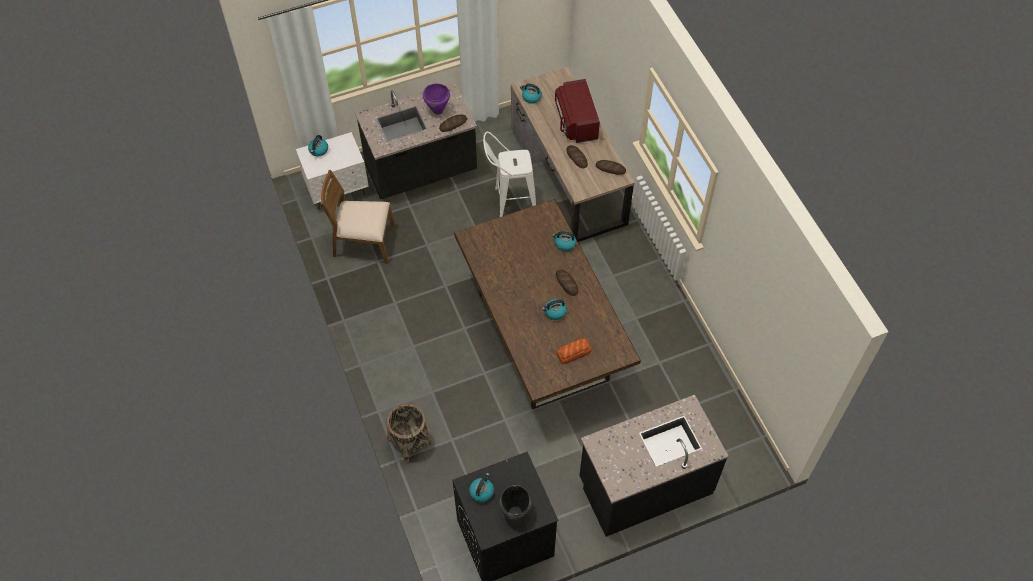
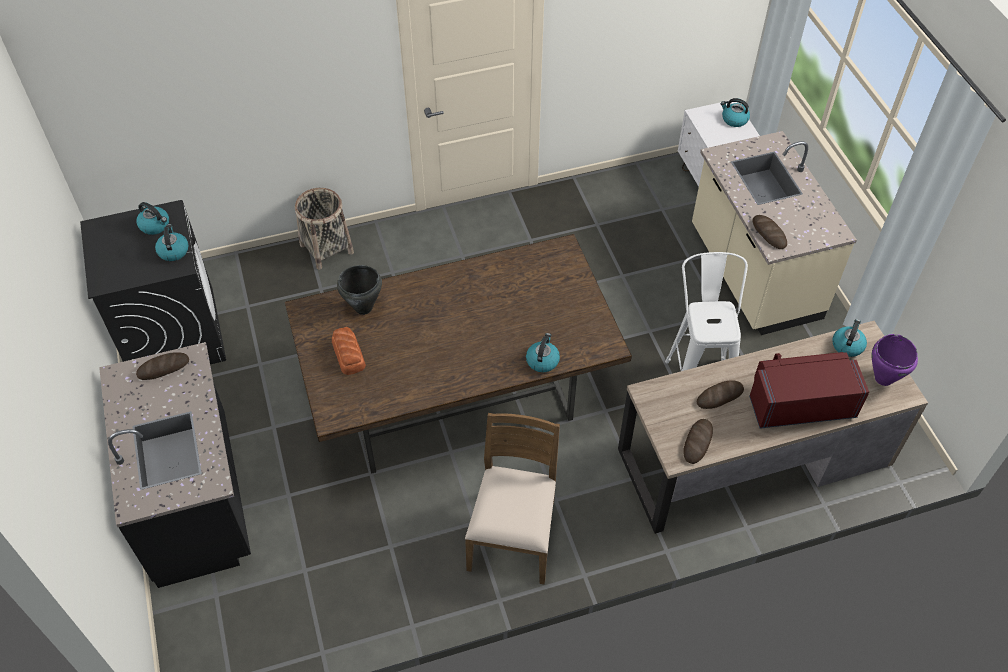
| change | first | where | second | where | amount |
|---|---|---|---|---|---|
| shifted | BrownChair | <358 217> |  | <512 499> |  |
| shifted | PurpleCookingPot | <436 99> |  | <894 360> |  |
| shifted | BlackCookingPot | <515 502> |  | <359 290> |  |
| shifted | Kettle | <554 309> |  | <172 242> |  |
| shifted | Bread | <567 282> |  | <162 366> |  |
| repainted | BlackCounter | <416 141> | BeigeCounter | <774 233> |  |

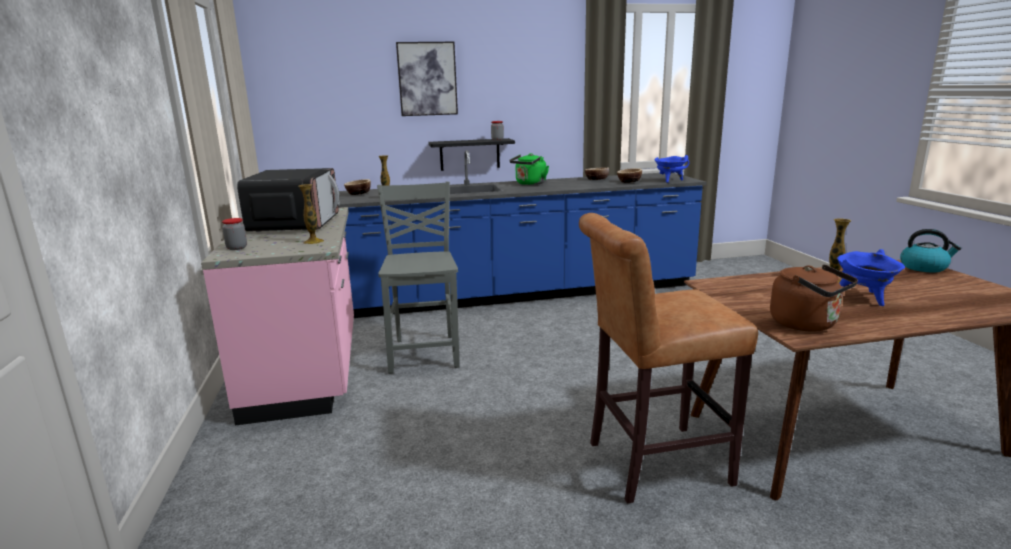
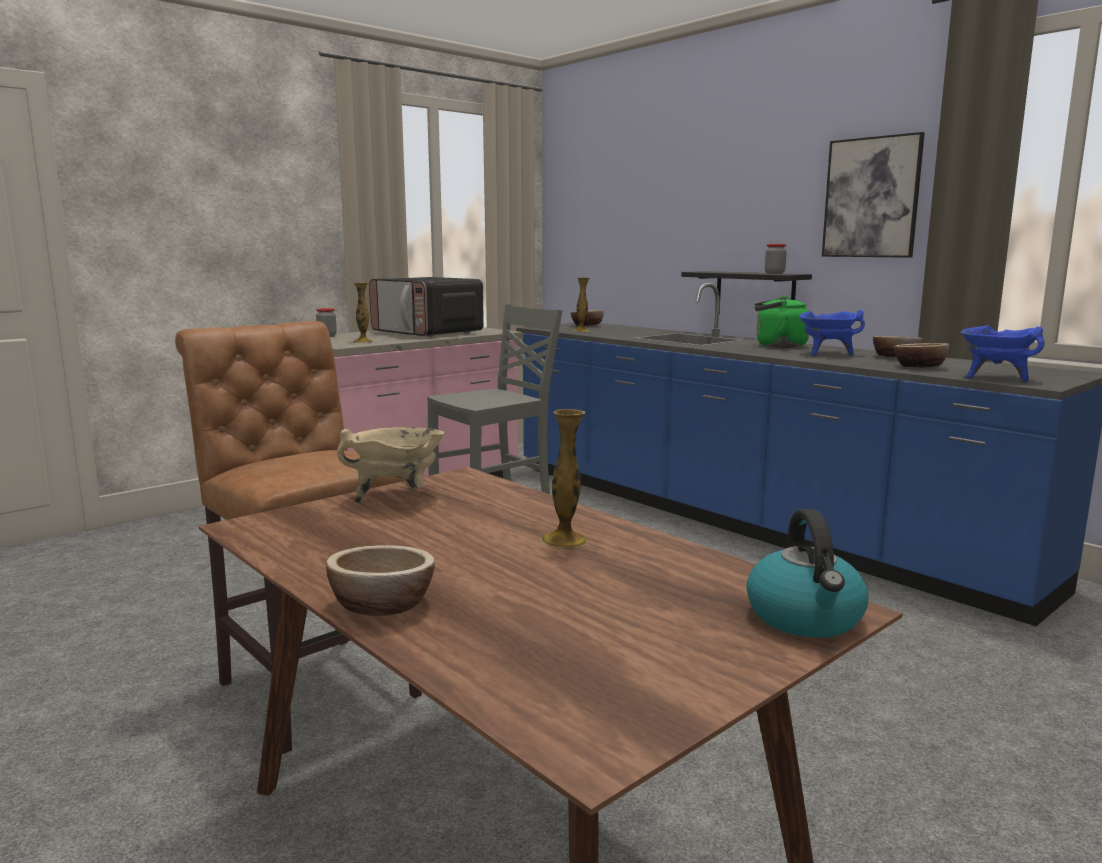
| change | first | where | second | where | amount |
|---|---|---|---|---|---|
| gone | BrownKettle | <814 298> |  |  |  |
| new |  |  | Bowl | <380 580> |  |
| new |  |  | BeigeCookingPot | <391 465> |  |
| shifted | Picture | <427 79> |  | <873 195> |  |
| shifted | BlueCookingPot | <871 277> |  | <832 333> |  |
| rotated | Microwave | <288 200> |  | <426 307> | 75 degrees clockwise |

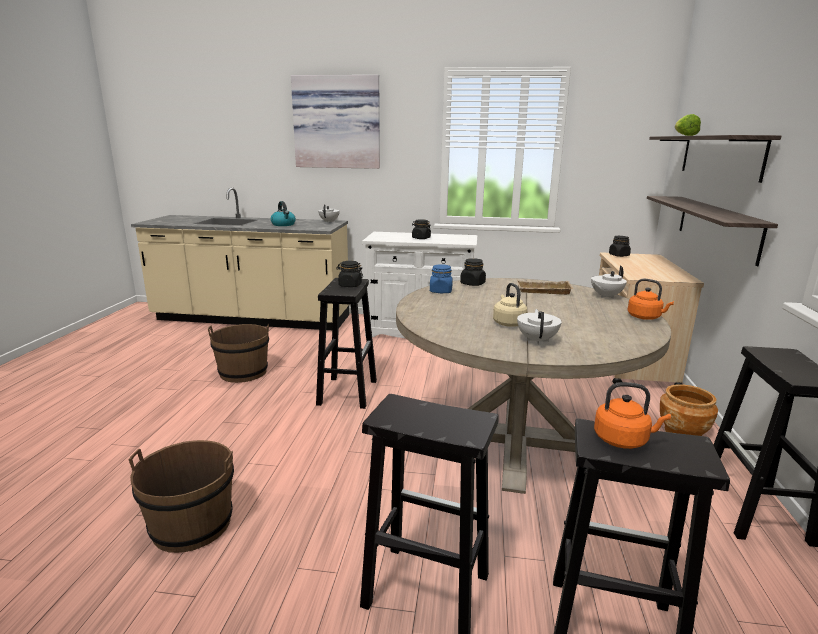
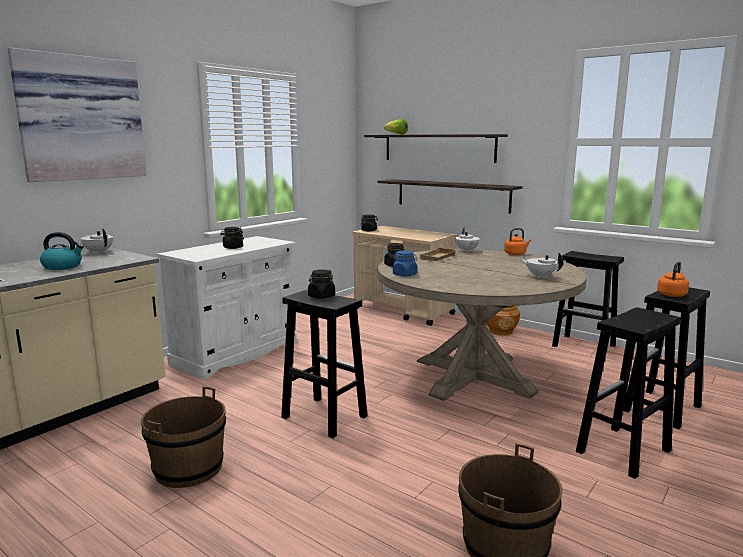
| change | first | where | second | where | amount |
|---|---|---|---|---|---|
| gone | BeigeKettle | <510 305> |  |  |  |

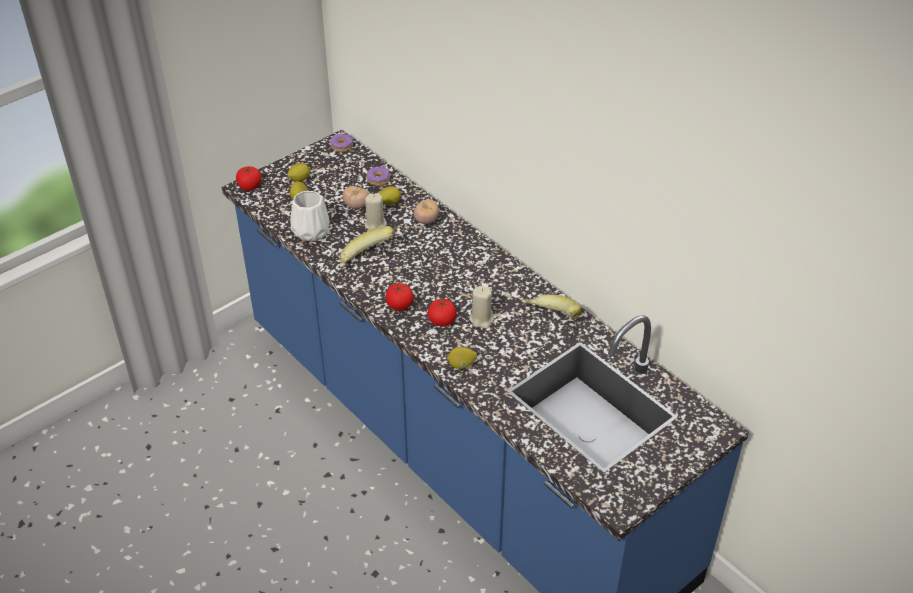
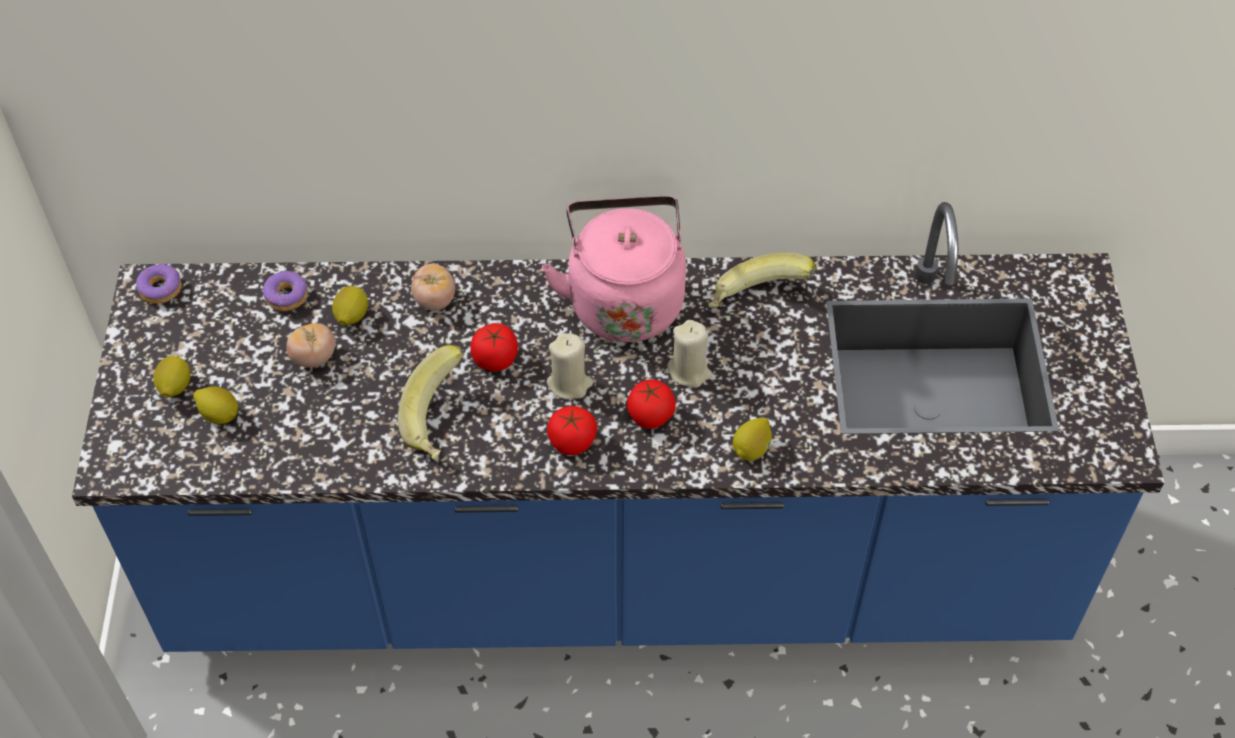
| change | first | where | second | where | amount |
|---|---|---|---|---|---|
| gone | WhiteVase | <310 216> |  |  |  |
| new |  |  | PinkKettle | <614 269> |  |
| shifted | Tomato | <249 178> |  | <494 347> |  |
| shifted | BeigeCandle | <376 211> |  | <570 366> |  |

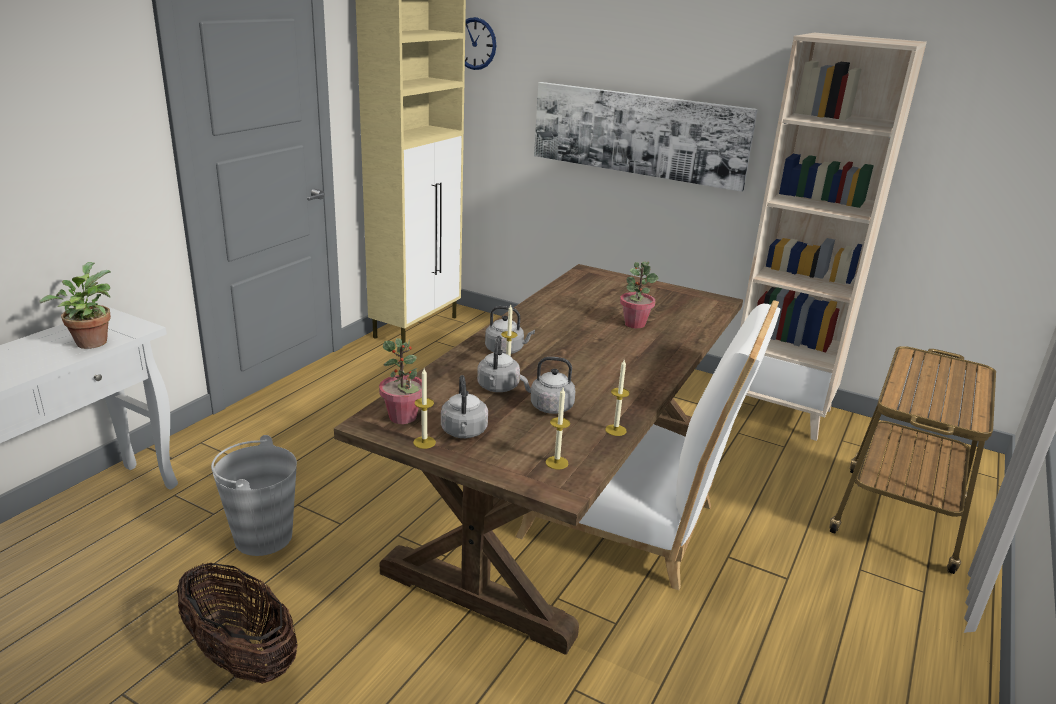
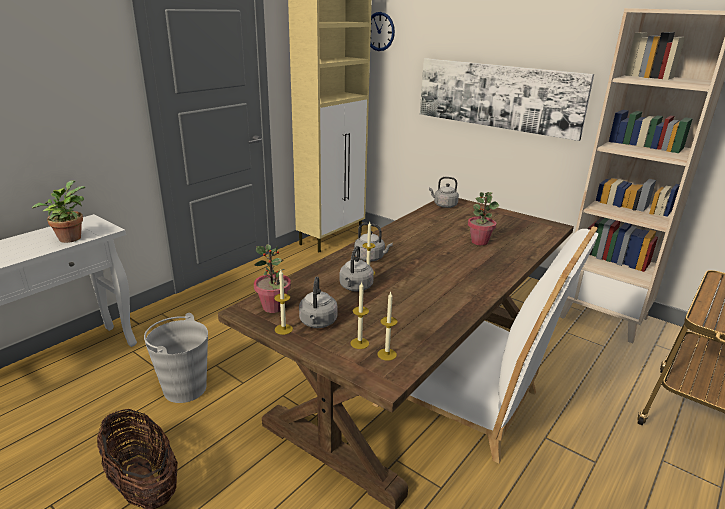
| change | first | where | second | where | amount |
|---|---|---|---|---|---|
| shifted | GreyKettle | <548 385> |  | <444 192> |  |
| shifted | Candle | <617 398> |  | <359 315> |  |

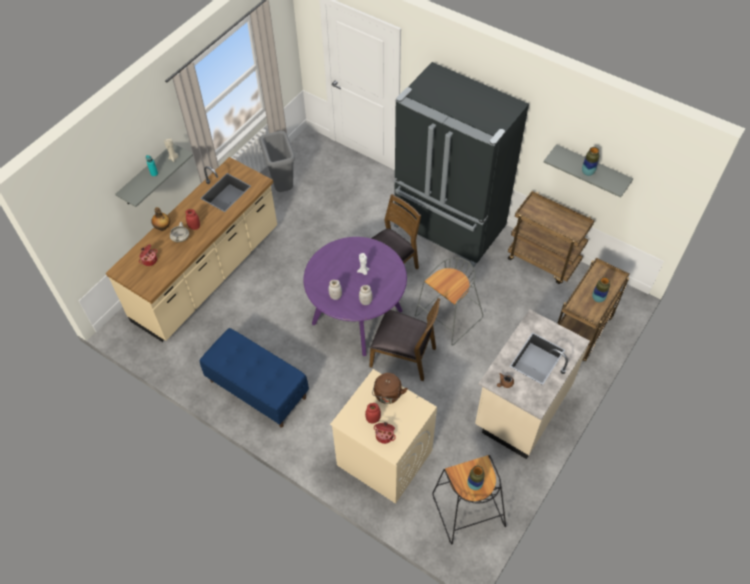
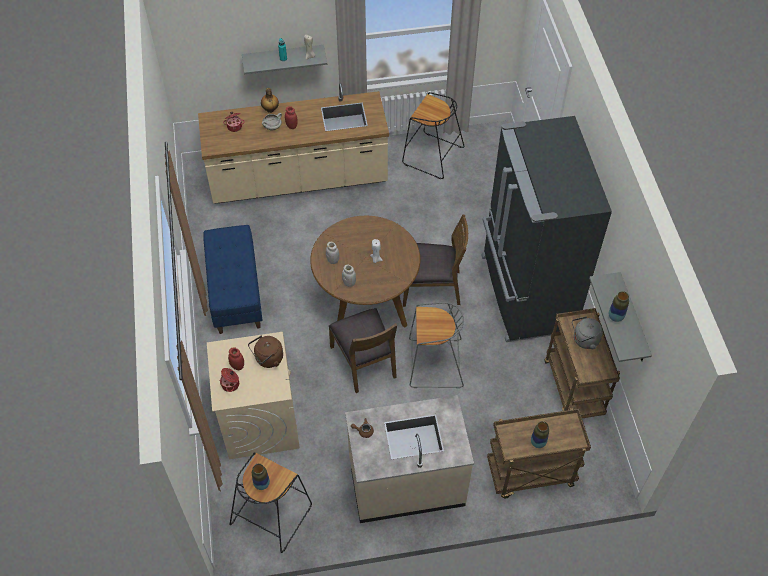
| change | first | where | second | where | amount |
|---|---|---|---|---|---|
| new |  |  | GreyKettle | <587 332> |  |
| swapped | GreyTrashCan | <277 161> | BlackStool | <433 135> |  |
| repainted | PurpleDiningTable | <355 296> | BrownDiningTable | <365 271> |  |

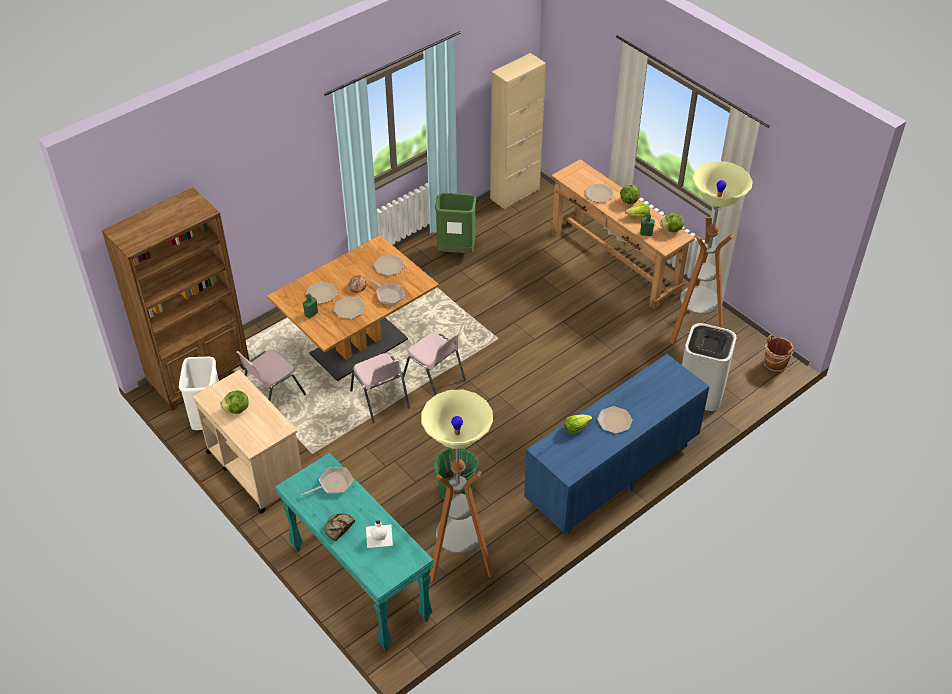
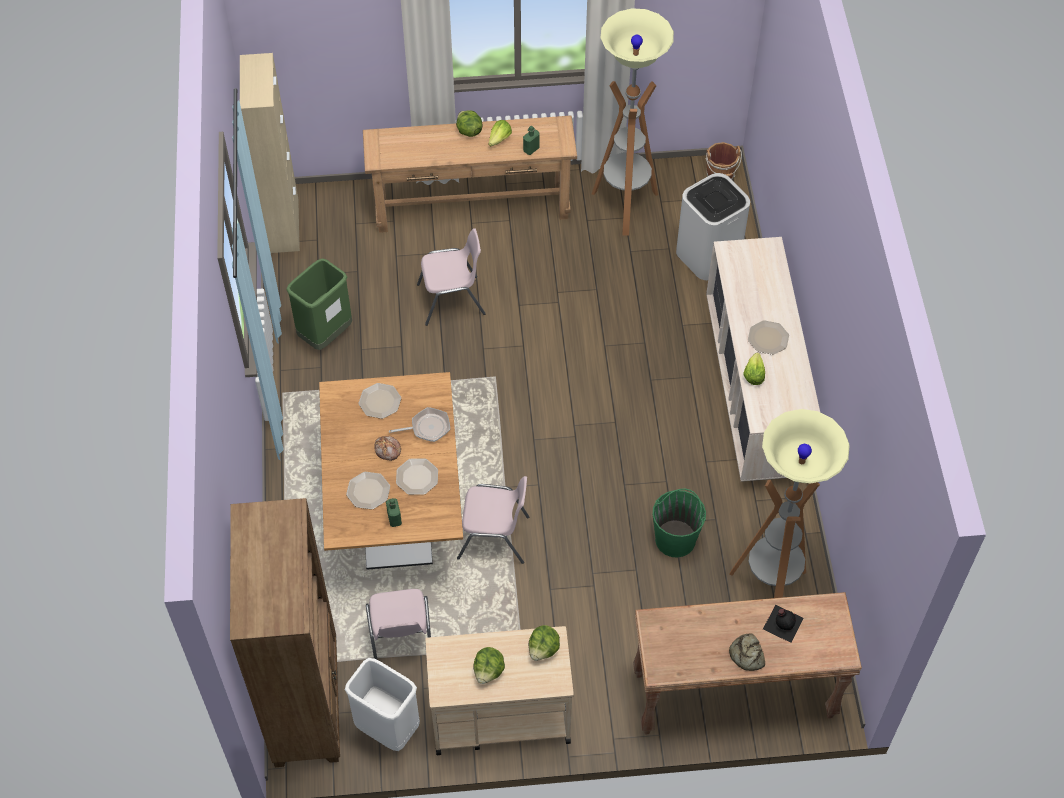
| change | first | where | second | where | amount |
|---|---|---|---|---|---|
| gone | FryingPan | <328 481> |  |  |  |
| gone | Plate | <599 193> |  |  |  |
| shifted | PinkChair | <434 363> |  | <451 277> |  |
| shifted | Lettuce | <672 222> |  | <544 643> |  |
| repainted | TurquoiseConsoleTable | <354 552> | BrownConsoleTable | <747 663> |  |
| repainted | WhiteBottle | <379 534> | BlackBottle | <783 624> |  |
| repainted | BlueDresser | <617 444> | BeigeDresser | <763 359> |  |

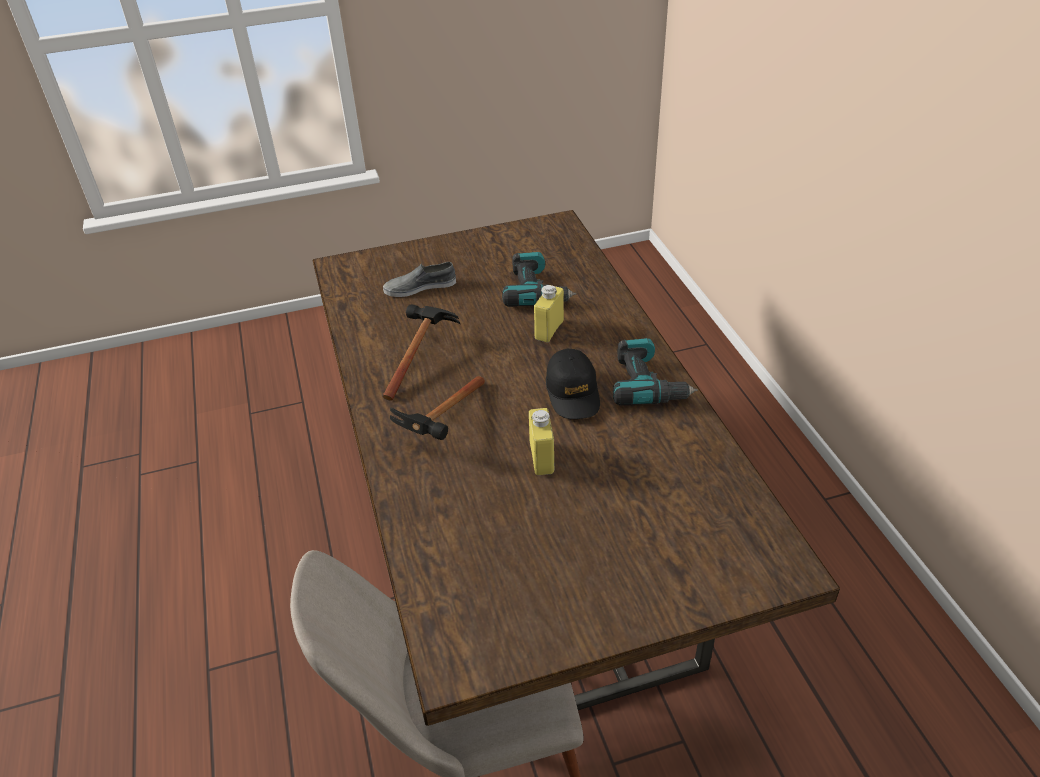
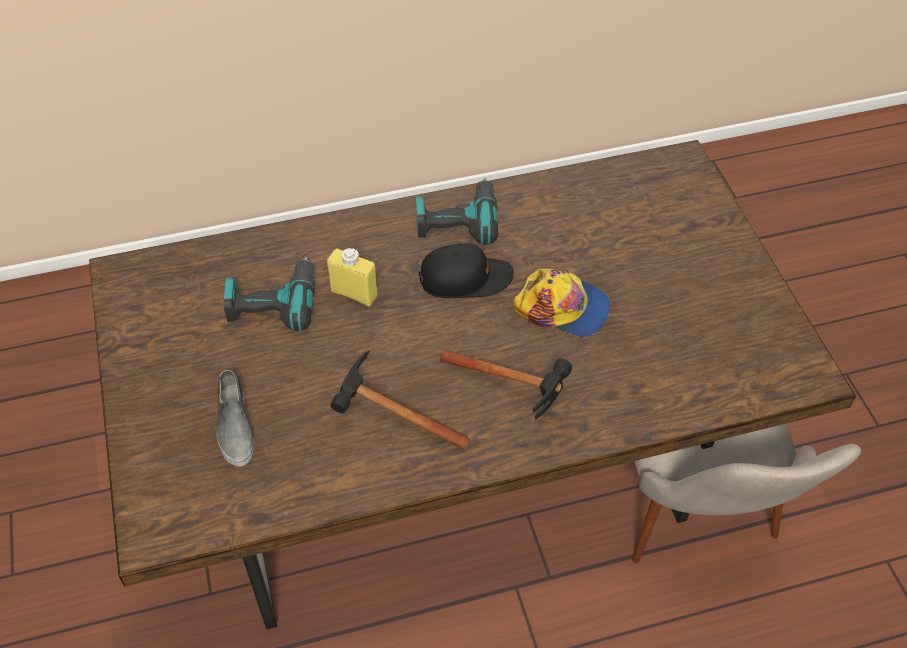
| change | first | where | second | where | amount |
|---|---|---|---|---|---|
| swapped | YellowBottle | <541 441> | Cap | <562 303> |  |

